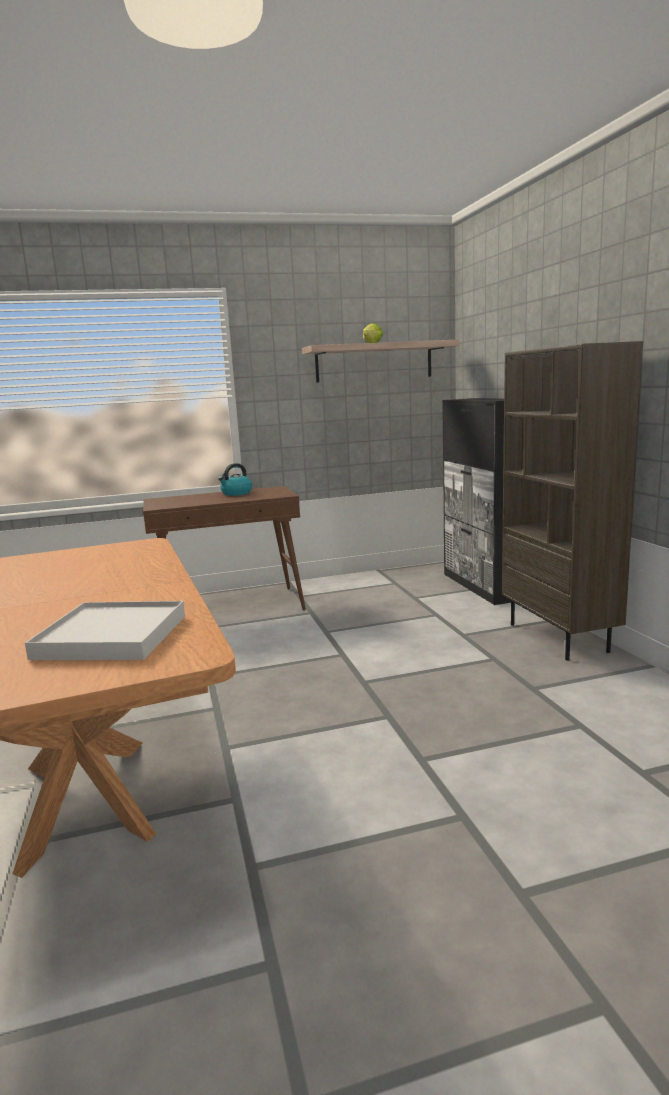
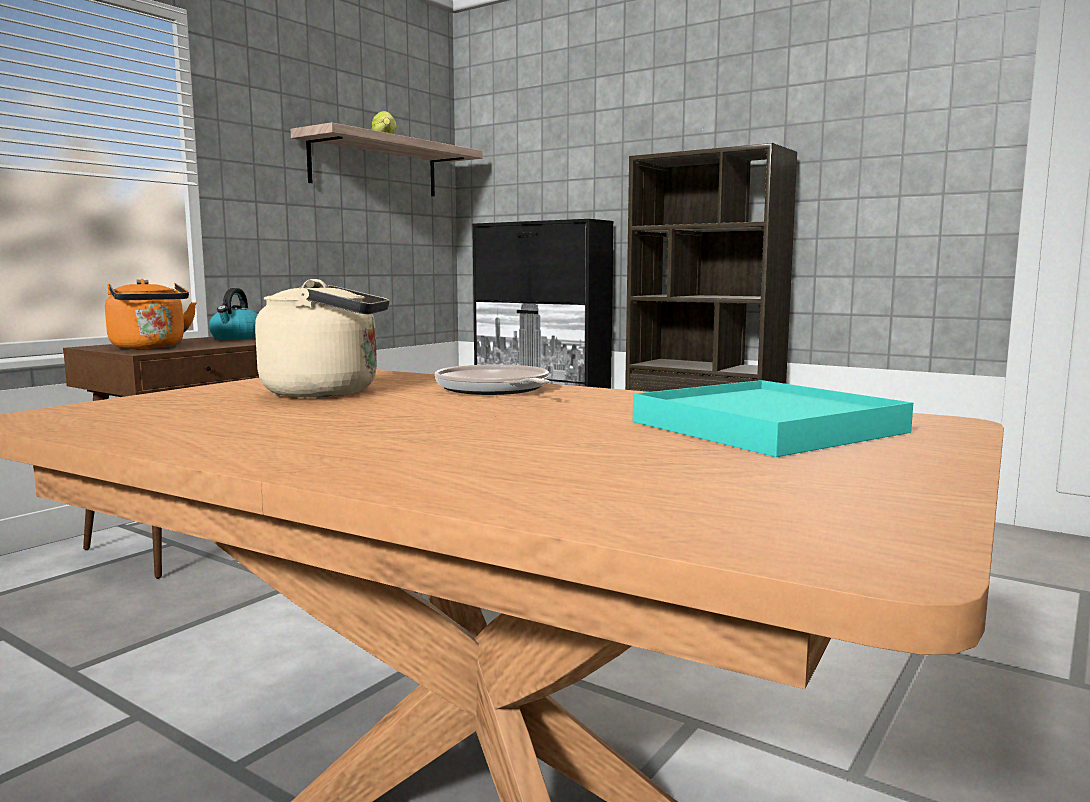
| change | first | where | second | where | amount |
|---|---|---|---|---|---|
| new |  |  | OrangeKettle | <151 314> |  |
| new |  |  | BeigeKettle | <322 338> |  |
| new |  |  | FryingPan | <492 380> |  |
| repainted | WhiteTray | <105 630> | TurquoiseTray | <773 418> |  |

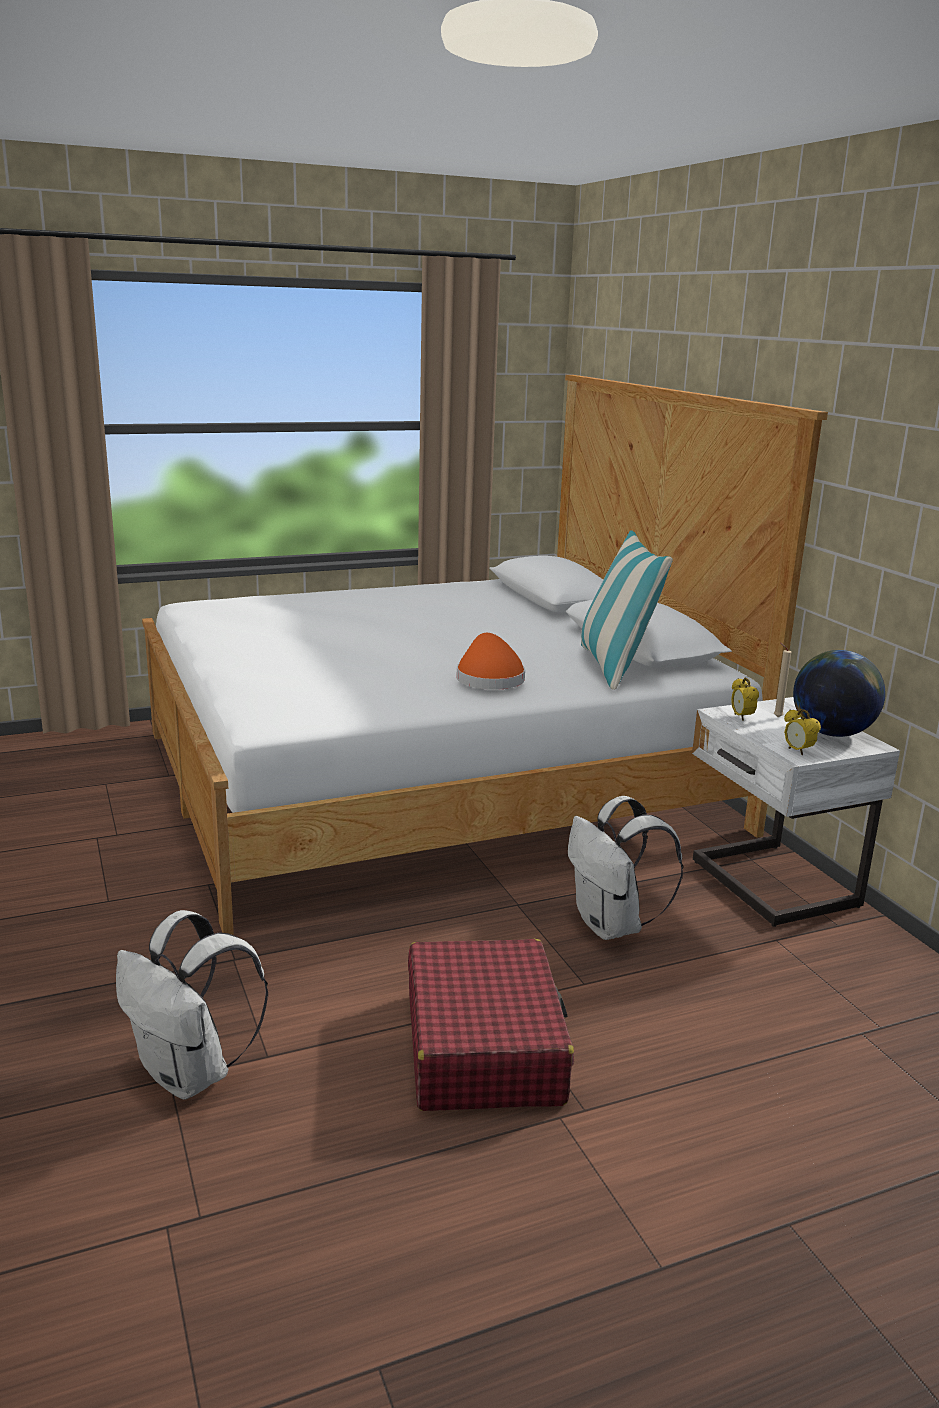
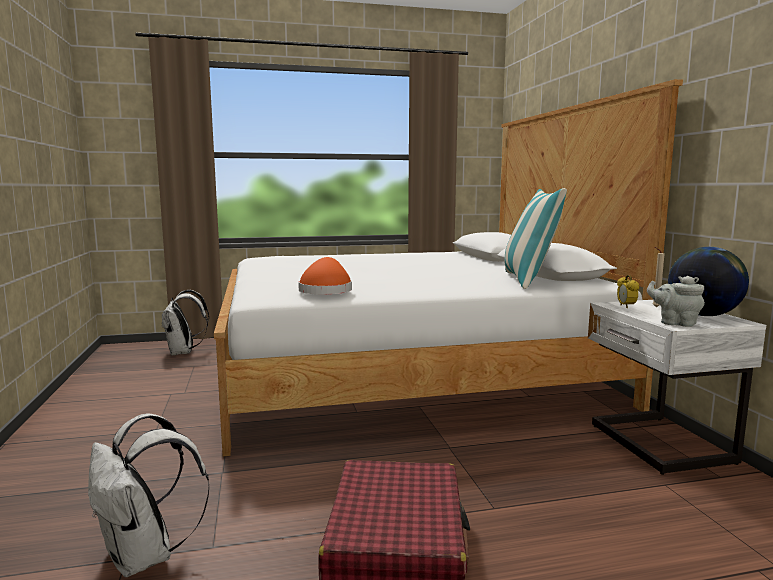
| change | first | where | second | where | amount |
|---|---|---|---|---|---|
| shifted | OrangeHat | <491 661> |  | <325 275> |  |
| shifted | WhiteBackpack | <626 868> |  | <185 322> |  |
| swapped | AlarmClock | <802 732> | GreyTeapot | <676 301> |  |

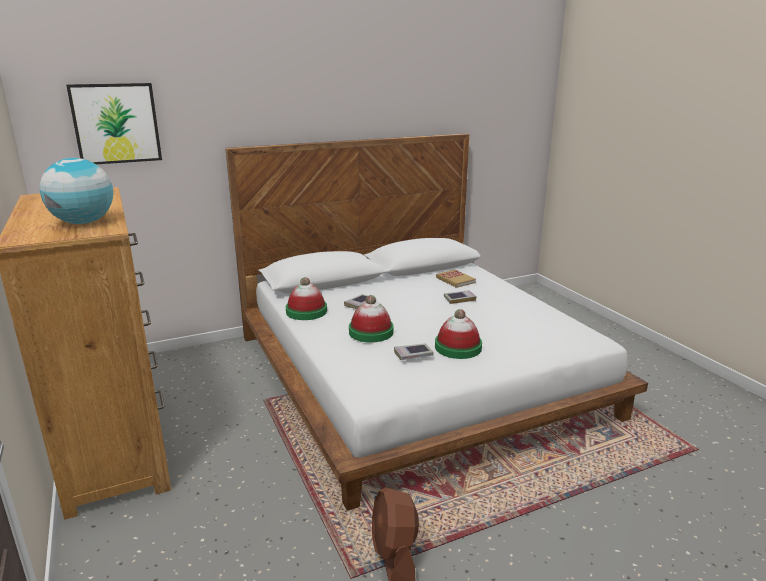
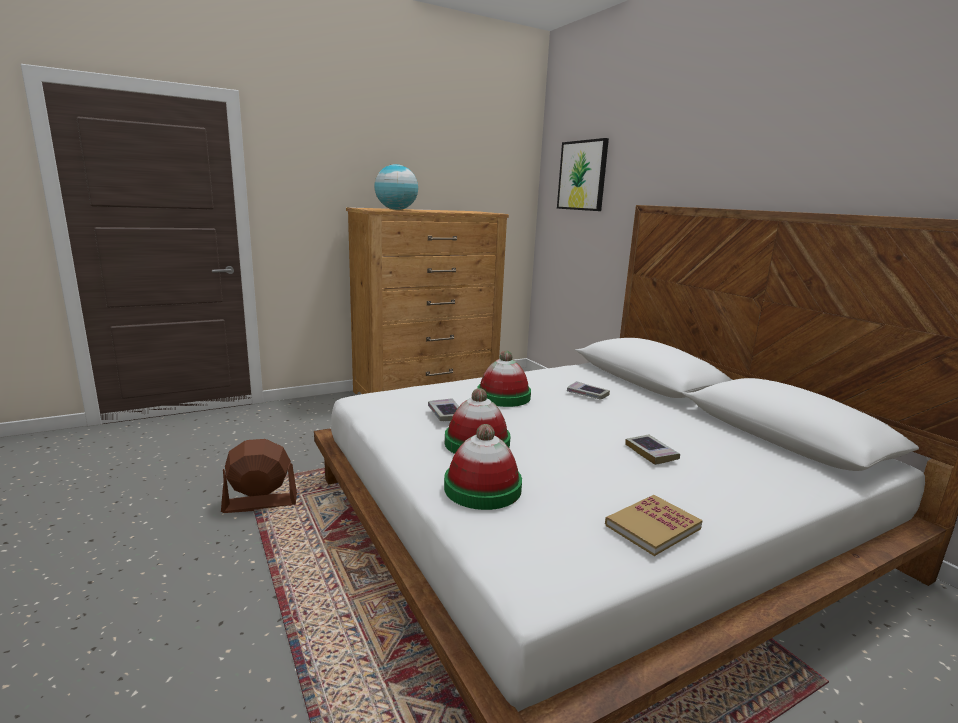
| change | first | where | second | where | amount |
|---|---|---|---|---|---|
| shifted | Hat | <306 298> |  | <483 467> |  |
| shifted | Book | <456 279> |  | <654 525> |  |

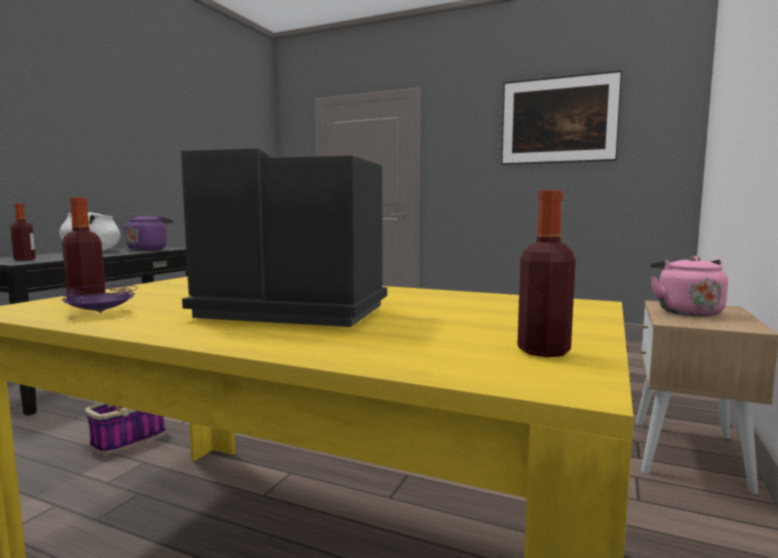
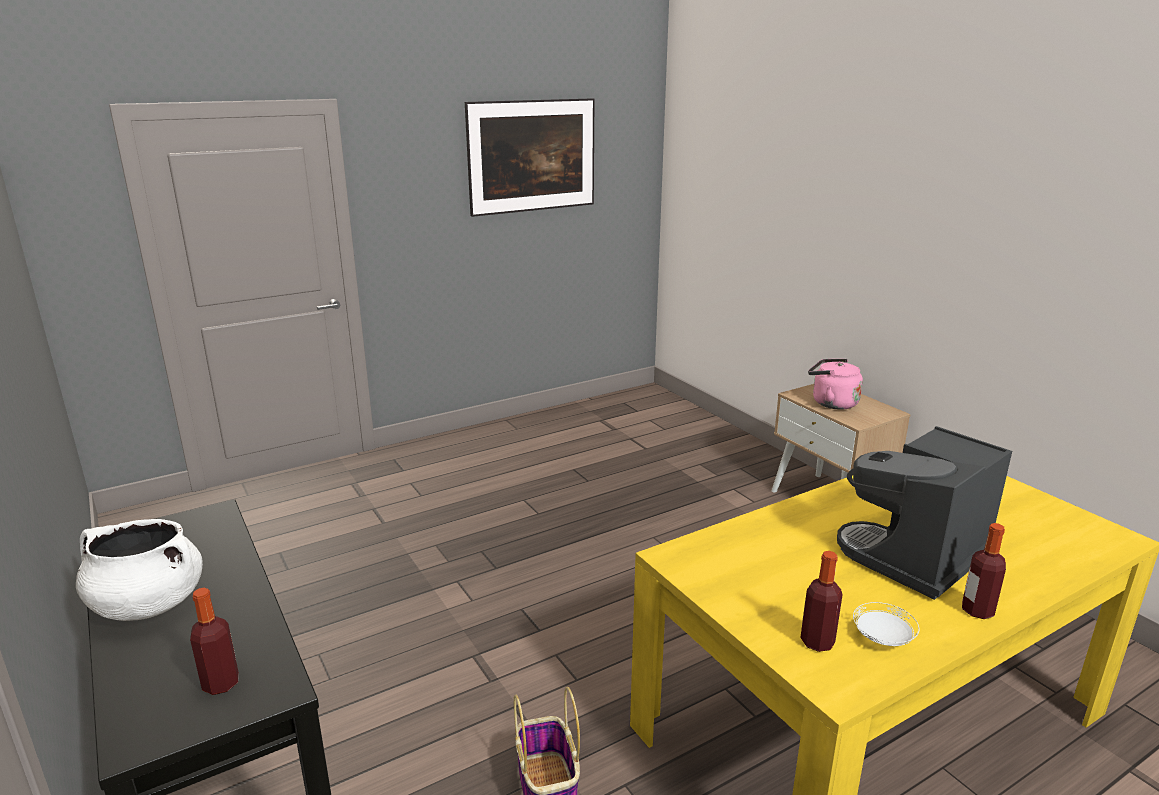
| change | first | where | second | where | amount |
|---|---|---|---|---|---|
| gone | PurpleKettle | <148 232> |  |  |  |
| shifted | Bottle | <546 273> |  | <984 571> |  |
| repainted | PurplePlate | <97 299> | WhitePlate | <886 624> |  |

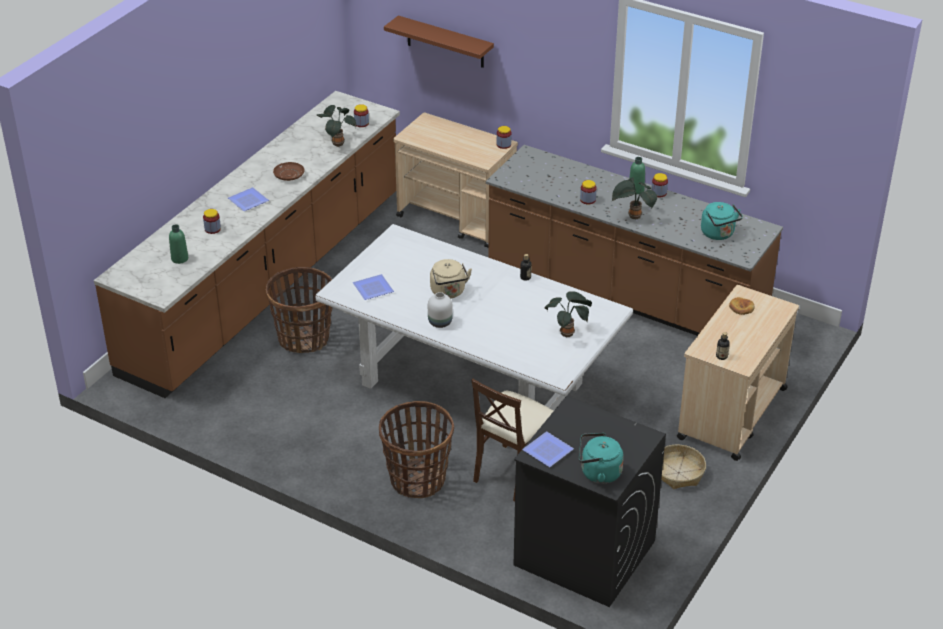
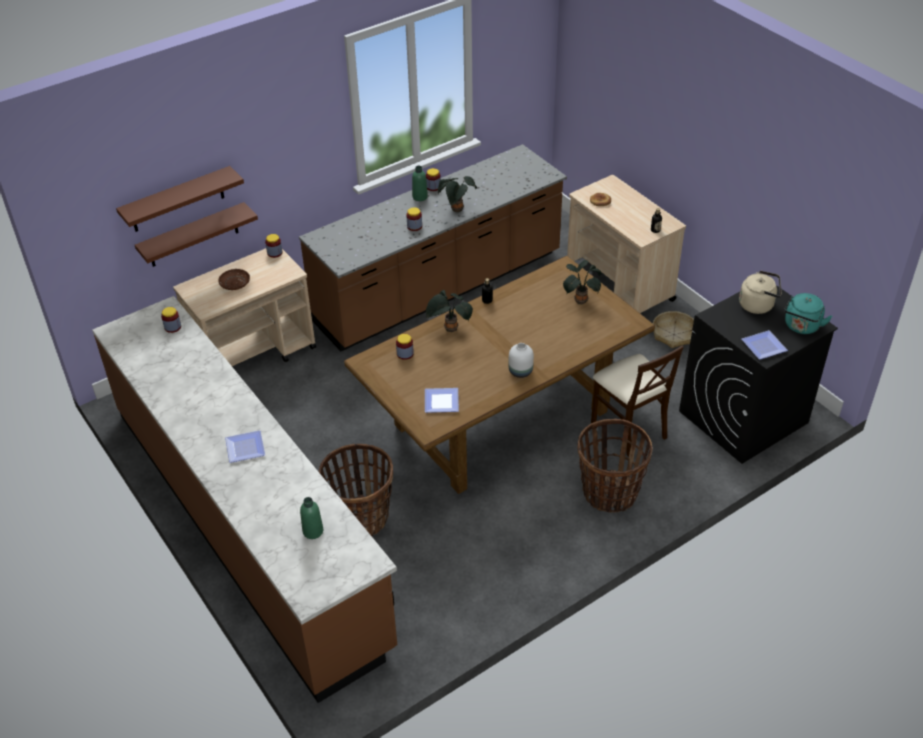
| change | first | where | second | where | amount |
|---|---|---|---|---|---|
| gone | TurquoiseKettle | <722 221> |  |  |  |
| new |  |  | BrownShelf | <196 234> |  |
| shifted | Jar | <212 221> |  | <405 347> |  |
| shifted | BrownPlate | <288 171> |  | <234 279> |  |
| shifted | PottedPlant | <336 126> |  | <449 311> |  |
| shifted | BeigeKettle | <451 279> |  | <760 292> |  |
| repainted | WhiteDiningTable | <474 317> | BrownDiningTable | <499 375> |  |

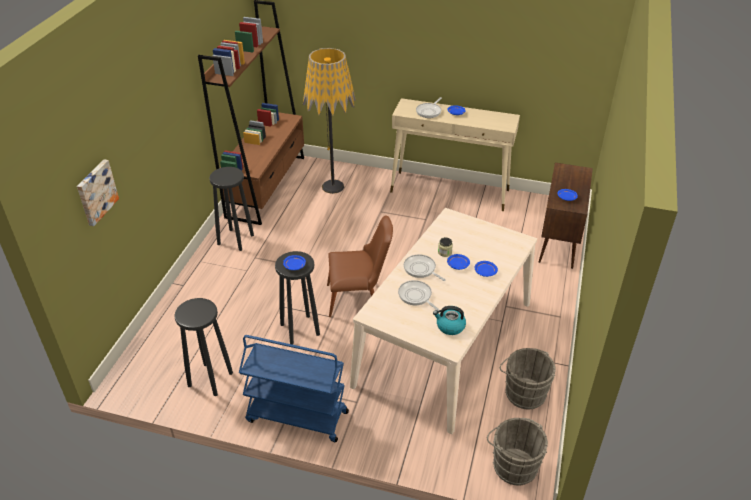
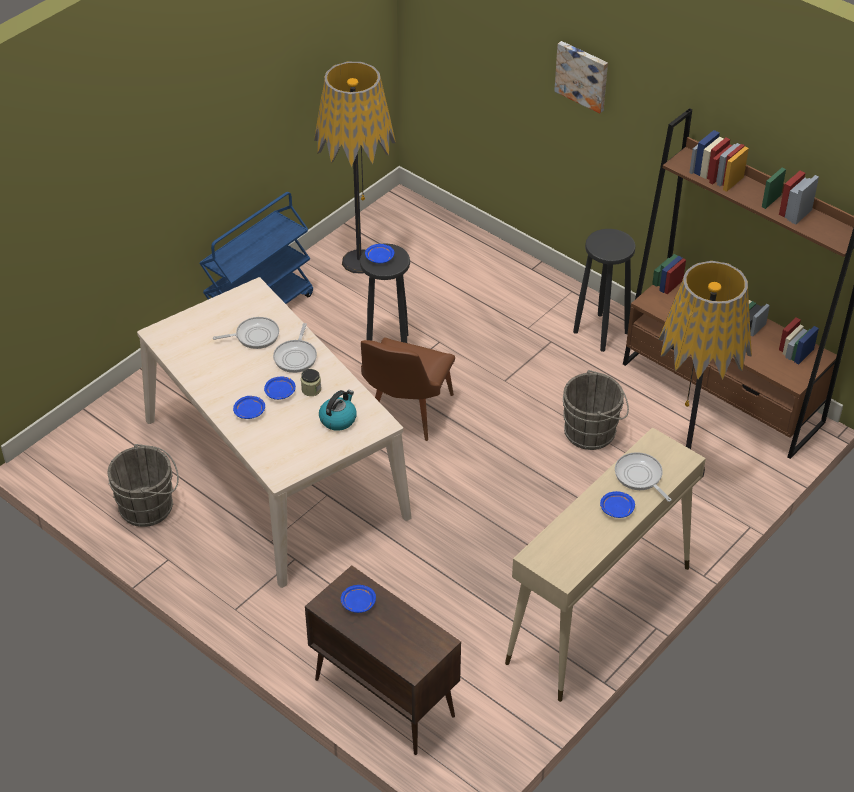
| change | first | where | second | where | amount |
|---|---|---|---|---|---|
| shifted | Picture | <98 192> |  | <581 77> |  |
| shifted | Kettle | <449 320> |  | <338 410> |  |
| shifted | GreyBucket | <517 451> |  | <596 410> |  |
| swapped | BlackStool | <204 347> | FloorLamp | <355 167> |  |
| rotated | FryingPan | <425 267> |  | <295 348> | 120 degrees clockwise |

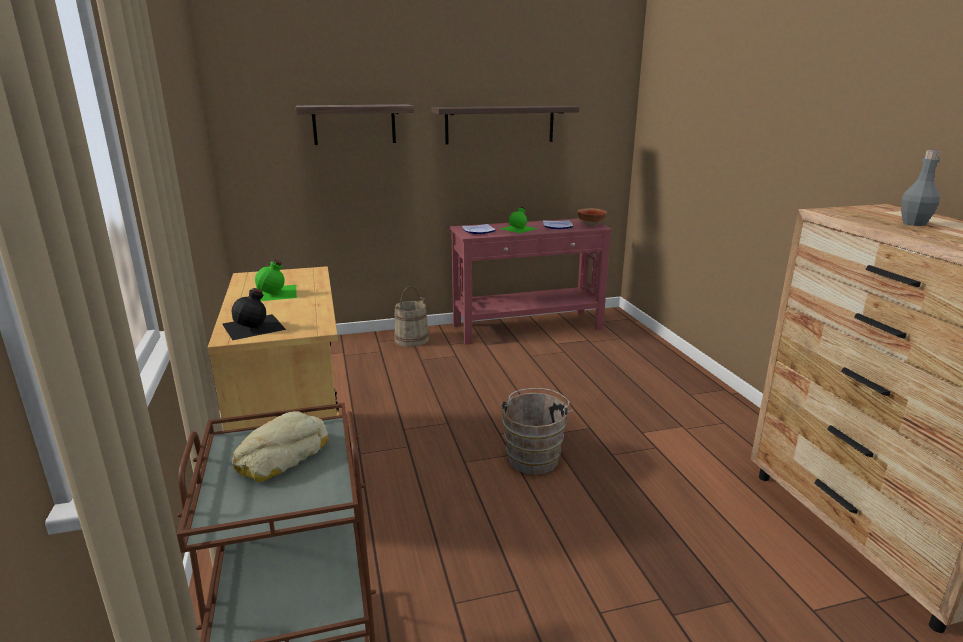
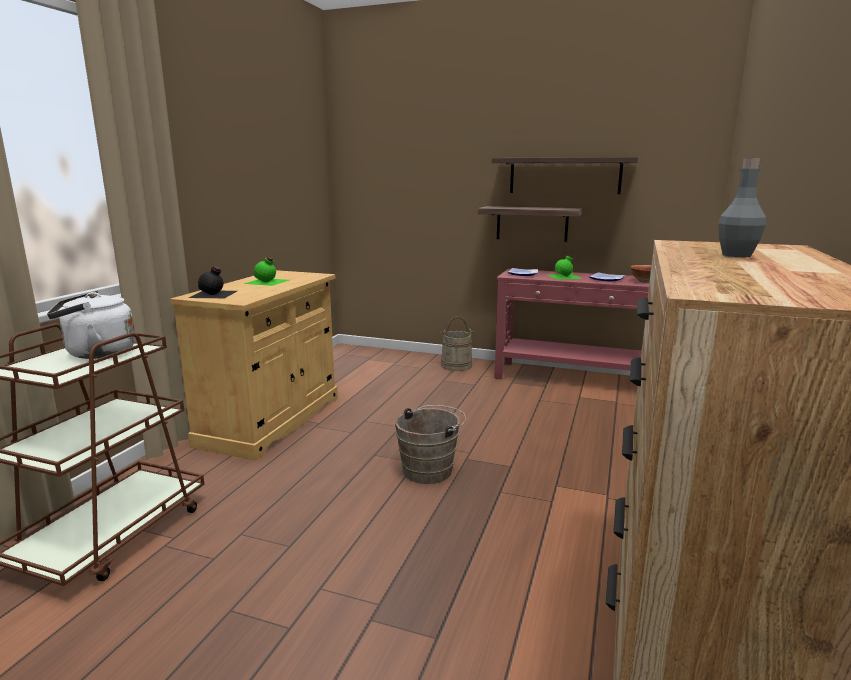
| change | first | where | second | where | amount |
|---|---|---|---|---|---|
| shifted | Shelf | <355 124> |  | <530 224> |  |
| swapped | Bread | <280 446> | WhiteKettle | <91 325> |  |

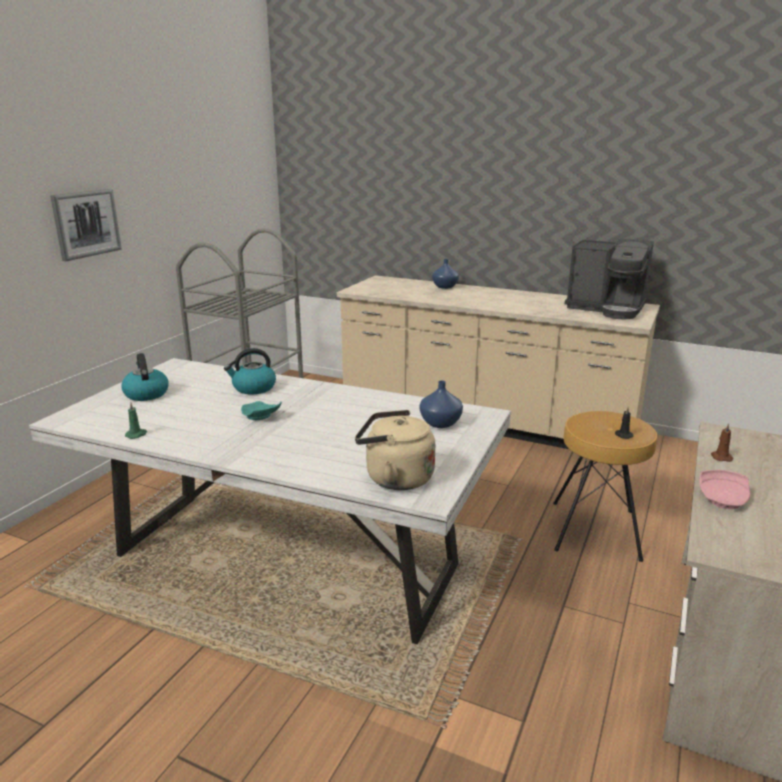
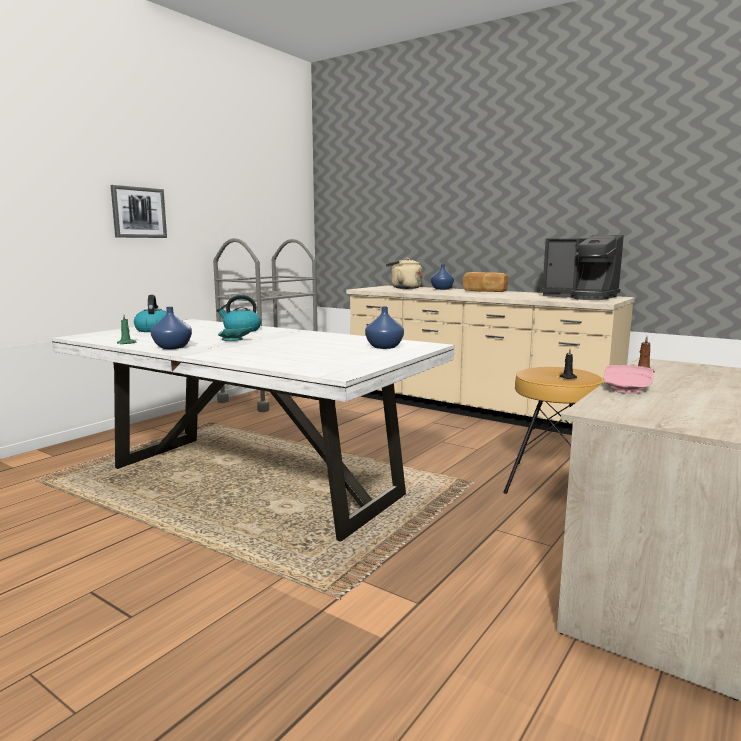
| change | first | where | second | where | amount |
|---|---|---|---|---|---|
| new |  |  | BlueVase | <171 328> |  |
| new |  |  | Bread | <485 282> |  |
| shifted | BeigeKettle | <395 450> |  | <404 273> |  |

